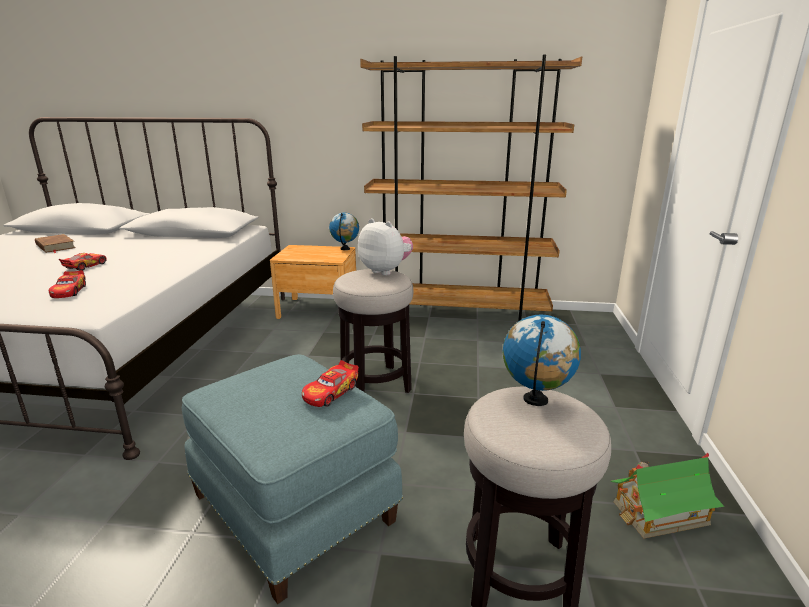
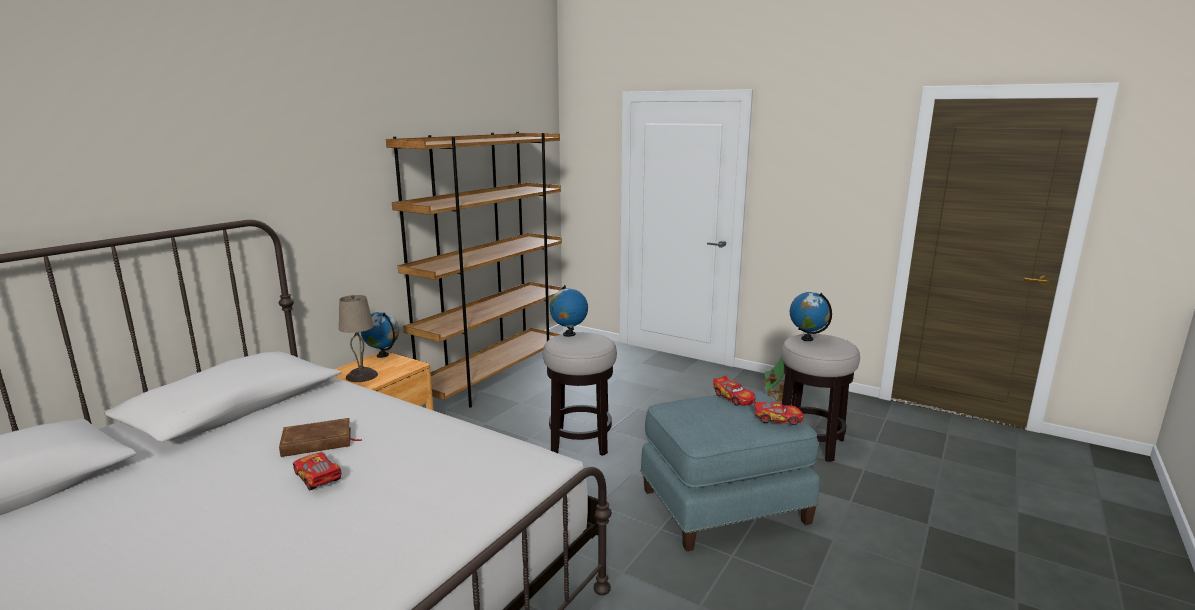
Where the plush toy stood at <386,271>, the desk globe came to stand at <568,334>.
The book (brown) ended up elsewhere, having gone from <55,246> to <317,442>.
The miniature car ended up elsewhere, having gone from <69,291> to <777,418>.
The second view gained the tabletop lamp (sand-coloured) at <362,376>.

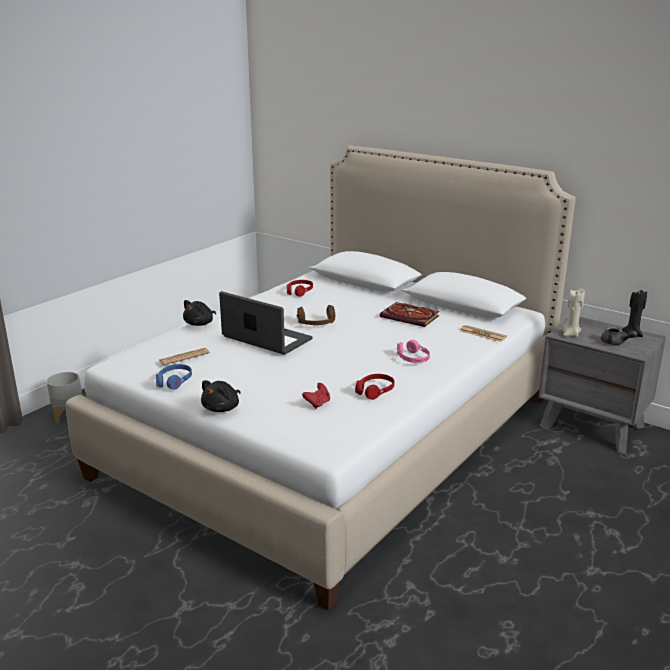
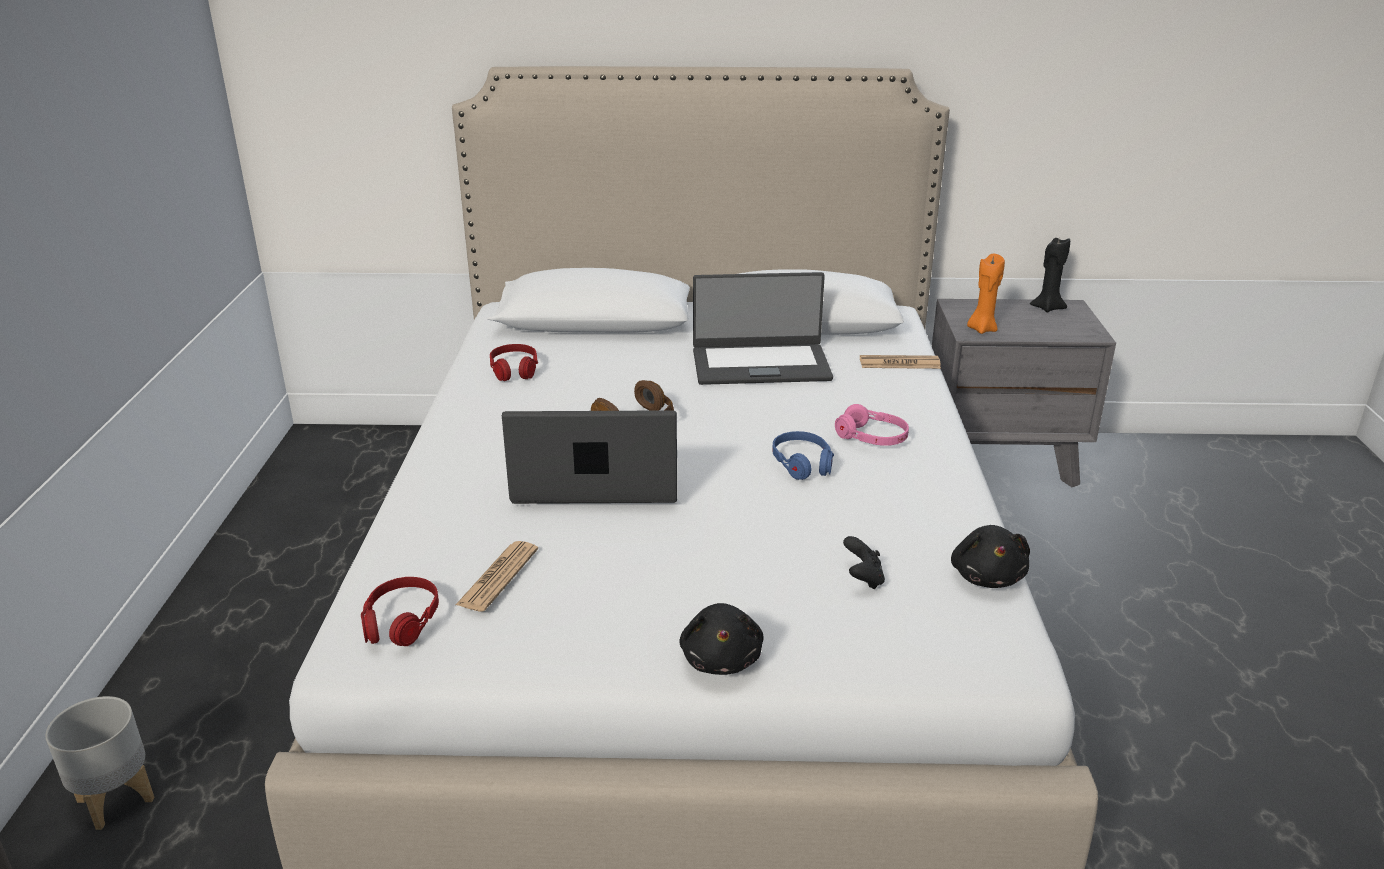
What was the wax light (sand-coloured) at <570,334> turned into the wax light (orangey) at <982,329>.
The plush toy (black) ended up elsewhere, having gone from <200,323> to <987,576>.
Where the book stood at <411,317>, the laptop came to stand at <760,364>.
The second view lost the tea pot (greyish) at <615,343>.
The headset (bluish) ended up elsewhere, having gone from <174,381> to <802,464>.
The headset (red) ended up elsewhere, having gone from <375,391> to <401,622>.
What was the joypad (red) at <317,404> turned into the joypad (black) at <863,579>.

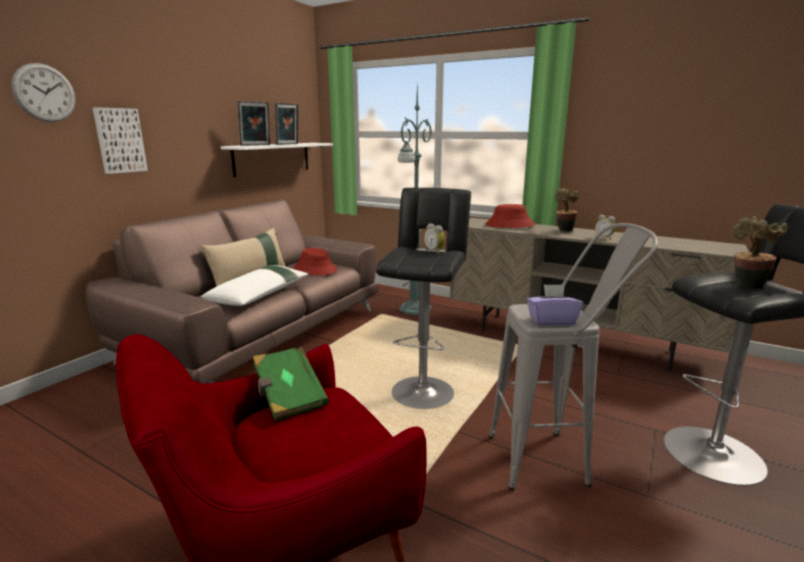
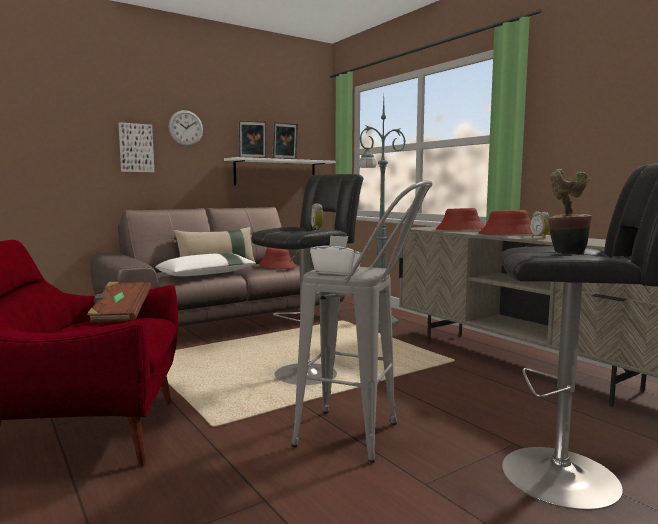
The hanging clock ended up elsewhere, having gone from <44,93> to <186,128>.
Where the plant in a pot stood at <564,231>, the wearable hat (red) came to stand at <508,234>.
What was the box of tissues (purplish) at <551,320> turned into the box of tissues (white-coloured) at <337,272>.
What was the book (greenish) at <288,397> turned into the book (brown) at <120,315>.

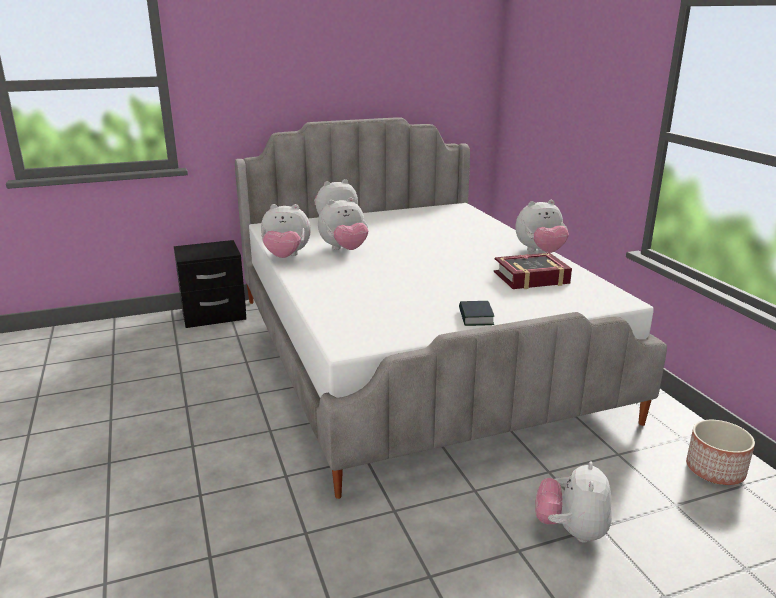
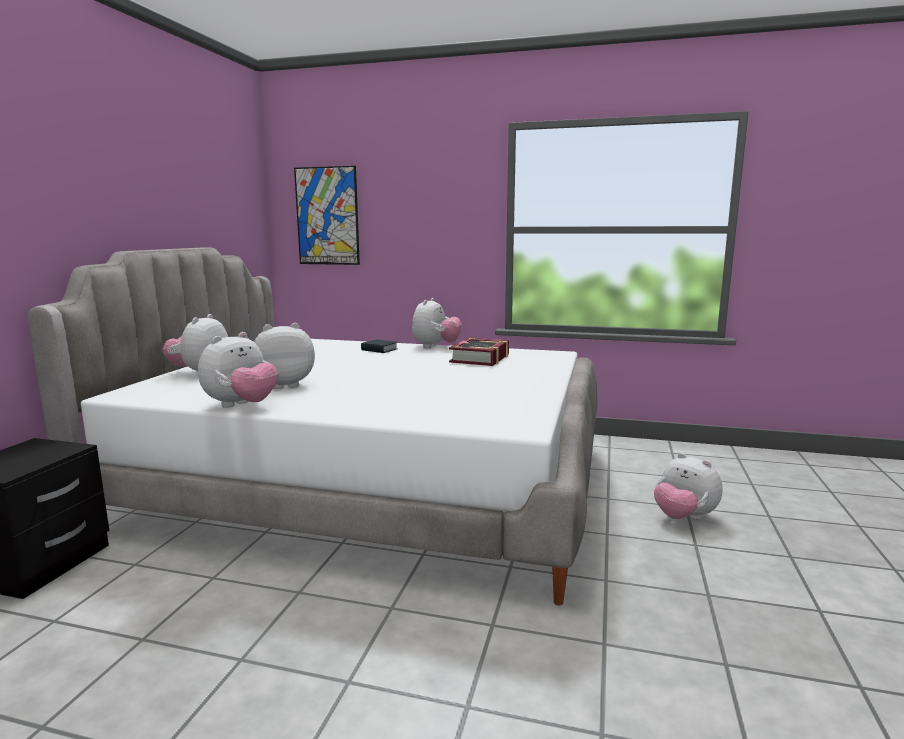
The plush toy at <344,250> ended up facing another way, 120 degrees counterclockwise from before.
The book ended up elsewhere, having gone from <475,317> to <379,350>.
The second view lost the planter at <715,471>.
The second view gained the wall picture at <327,216>.

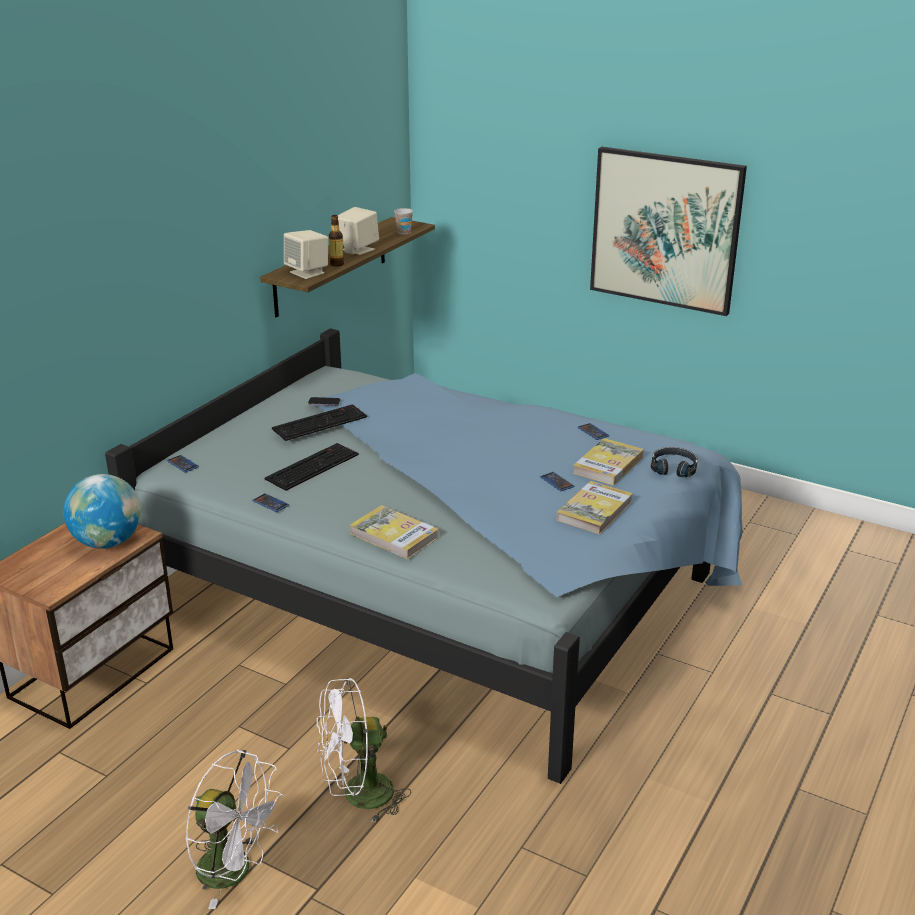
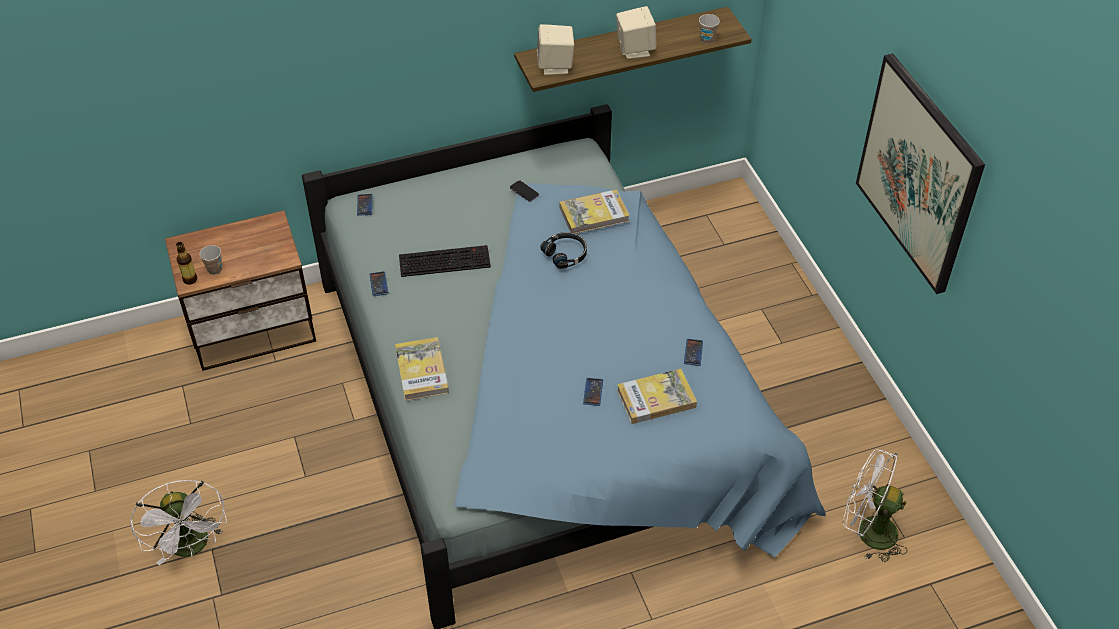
The beverage bottle ended up elsewhere, having gone from <337,264> to <190,279>.
The second view lost the computer keyboard at <320,422>.
The headset (black) ended up elsewhere, having gone from <673,468> to <566,254>.
The second view lost the desk globe at <108,542>.
The book ended up elsewhere, having gone from <594,511> to <594,214>.
The electric fan (white-coloured) ended up elsewhere, having gone from <358,796> to <867,531>.
The second view gained the small cup at <214,269>.

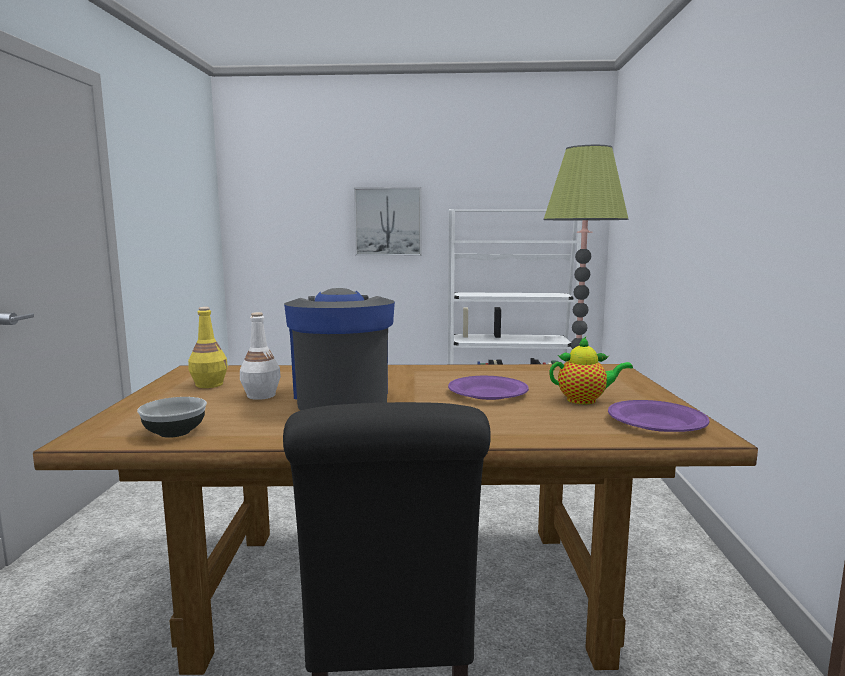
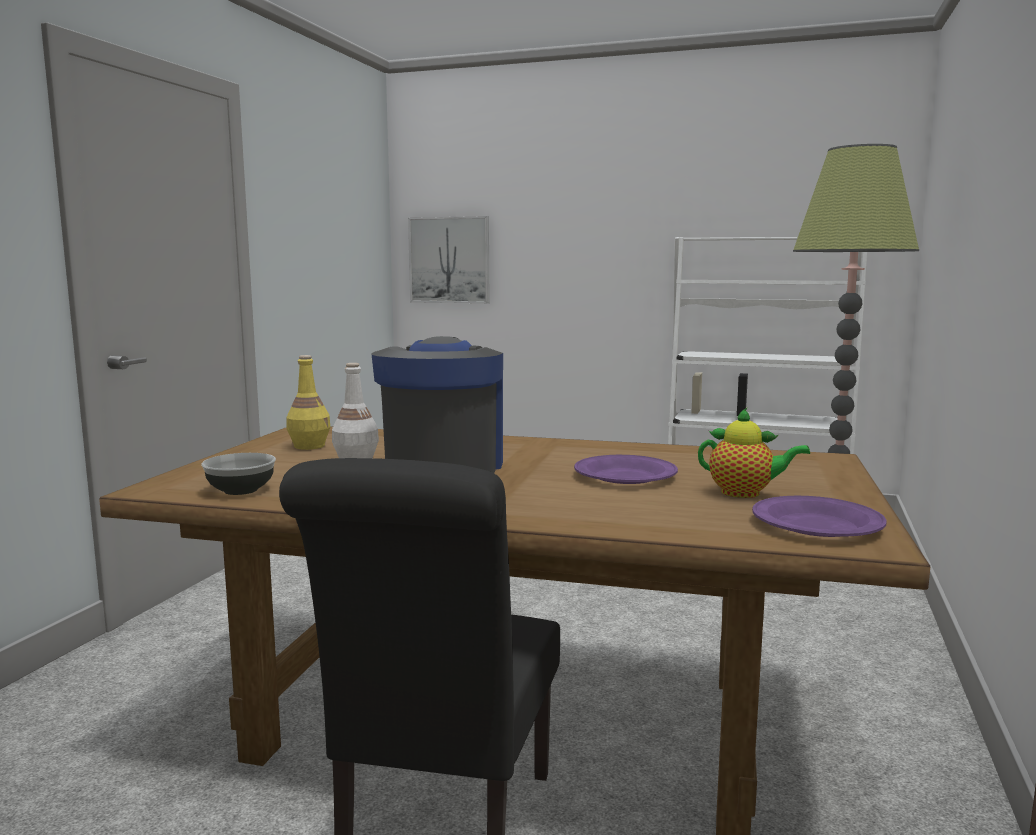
The wall picture ended up elsewhere, having gone from <388,221> to <449,260>.

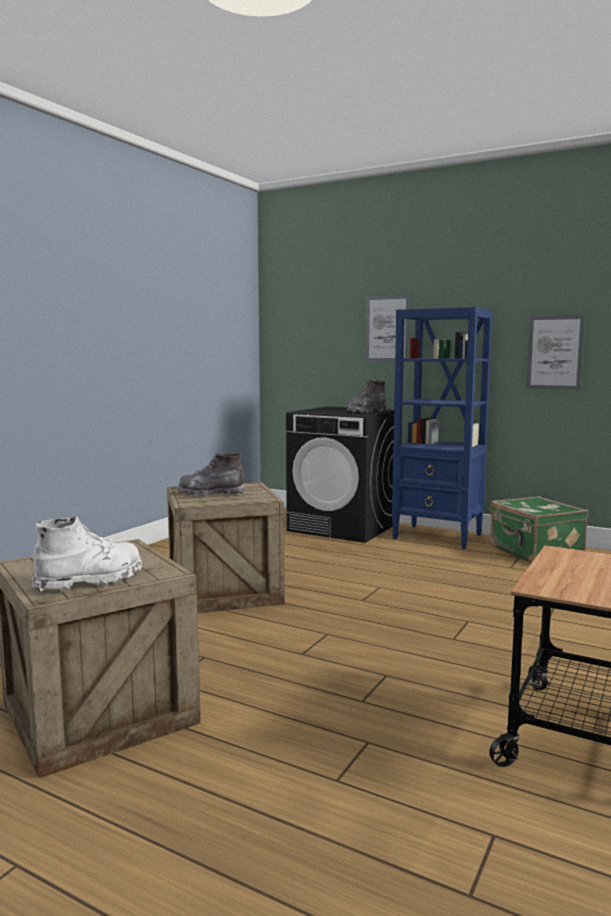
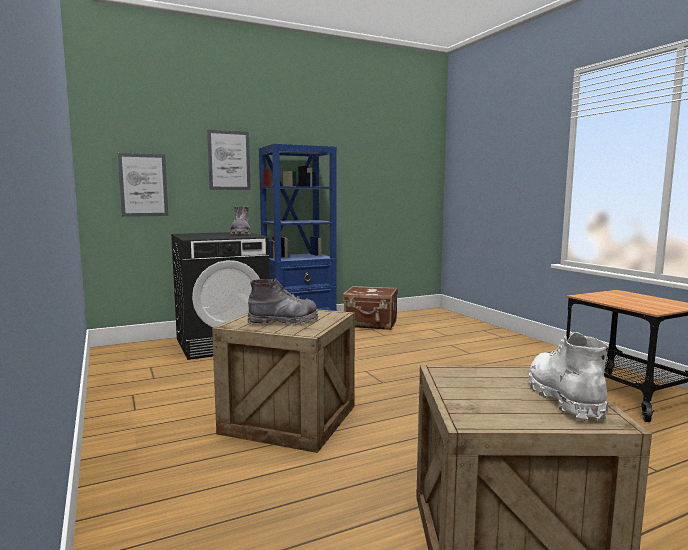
The wall picture ended up elsewhere, having gone from <555,352> to <143,185>.
The tall boot (greyish) at <211,494> ended up facing another way, 135 degrees counterclockwise from before.
What was the travel case (greenish) at <535,553> turned into the travel case (brown) at <371,324>.

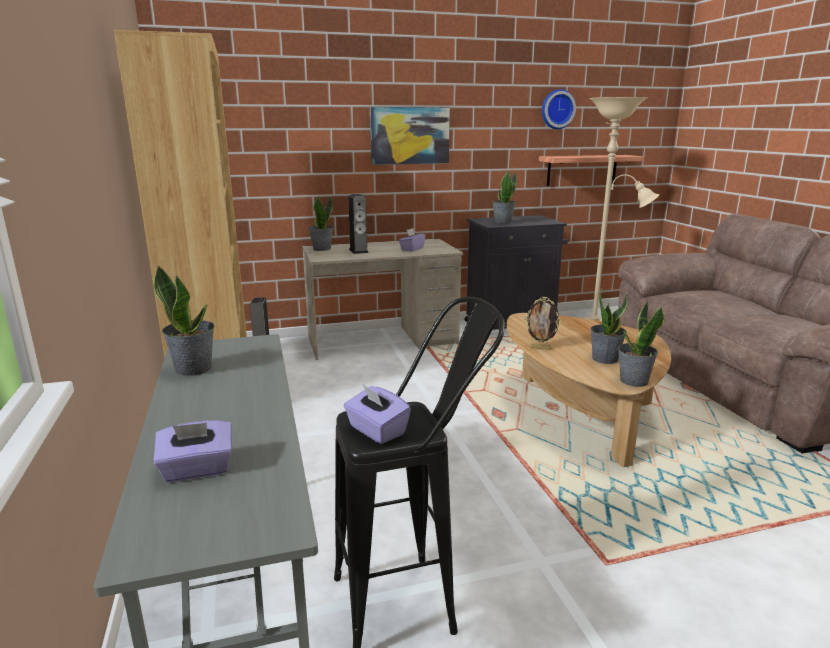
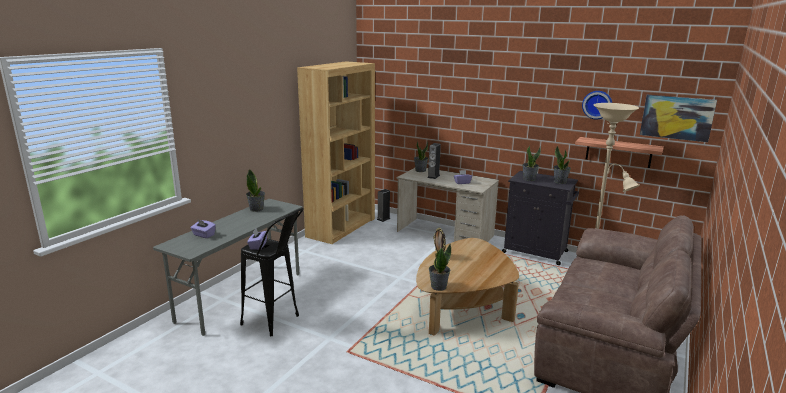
The wall picture ended up elsewhere, having gone from <409,135> to <677,117>.
The plant in a pot ended up elsewhere, having gone from <604,359> to <560,181>.

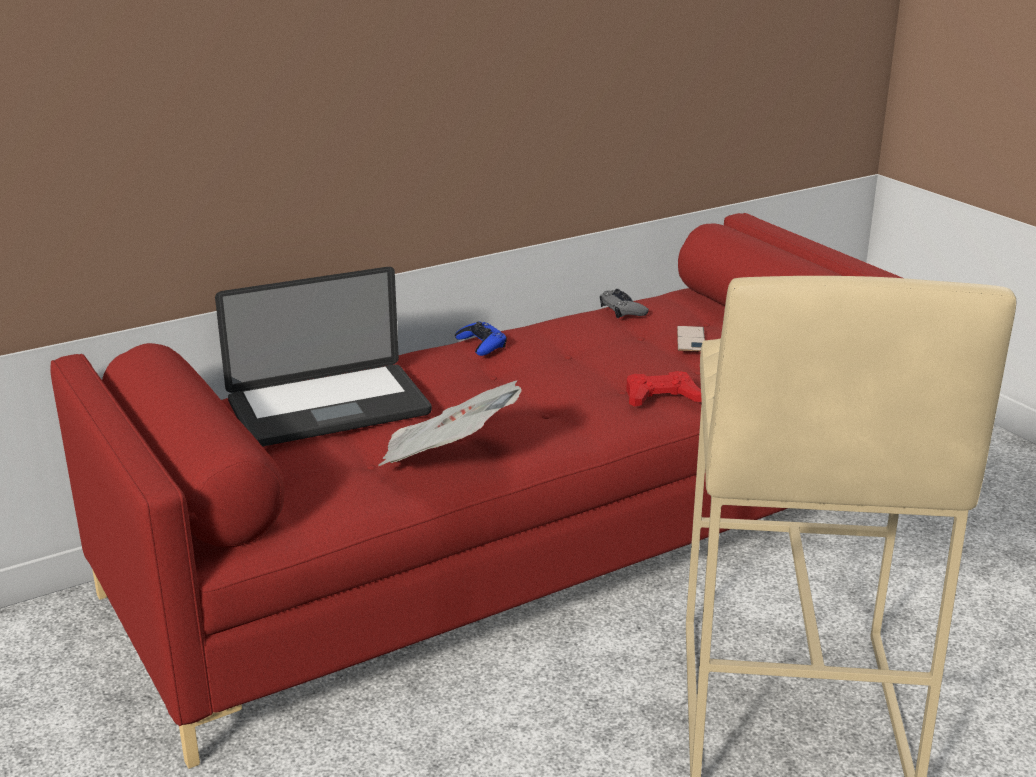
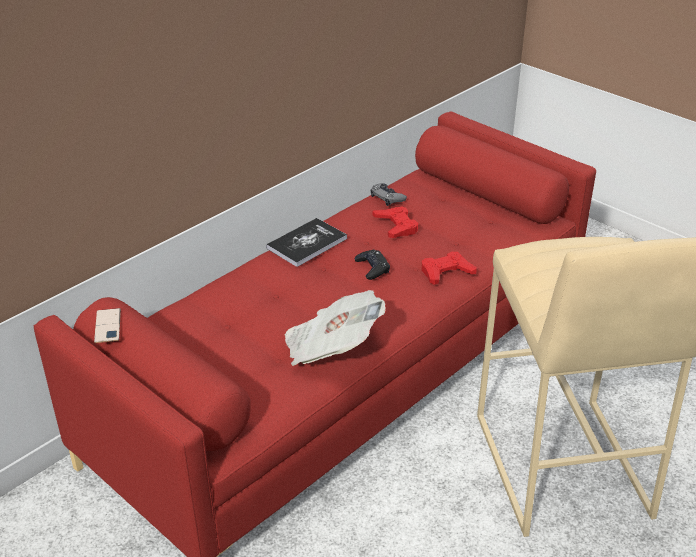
The second view lost the laptop at <329,408>.
Where the joypad (bluish) stood at <481,344>, the book came to stand at <307,243>.
The phone ended up elsewhere, having gone from <691,339> to <107,326>.
The second view gained the joypad (red) at <396,226>.
The second view gained the joypad (black) at <372,268>.

